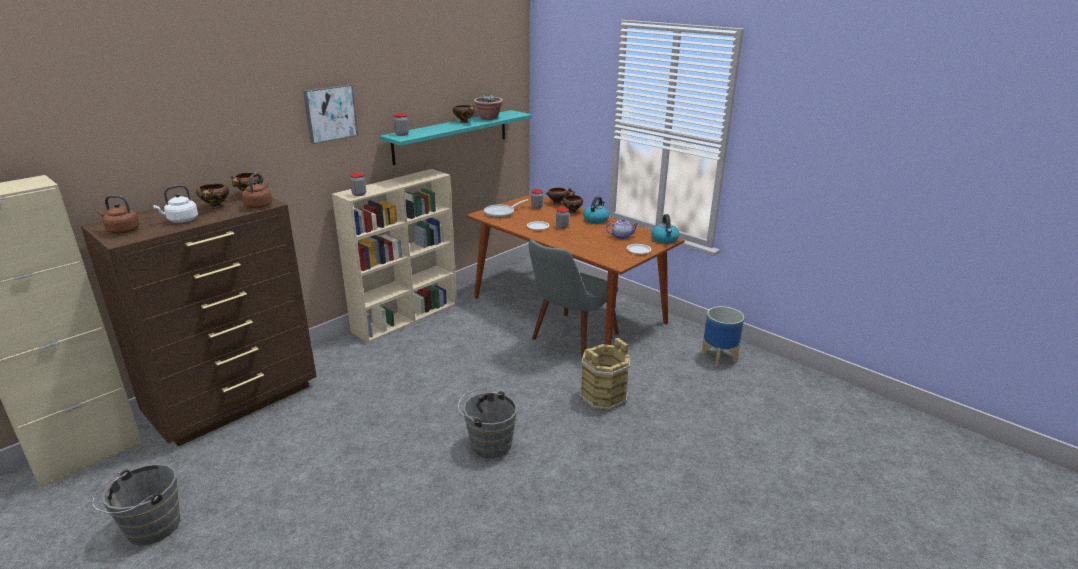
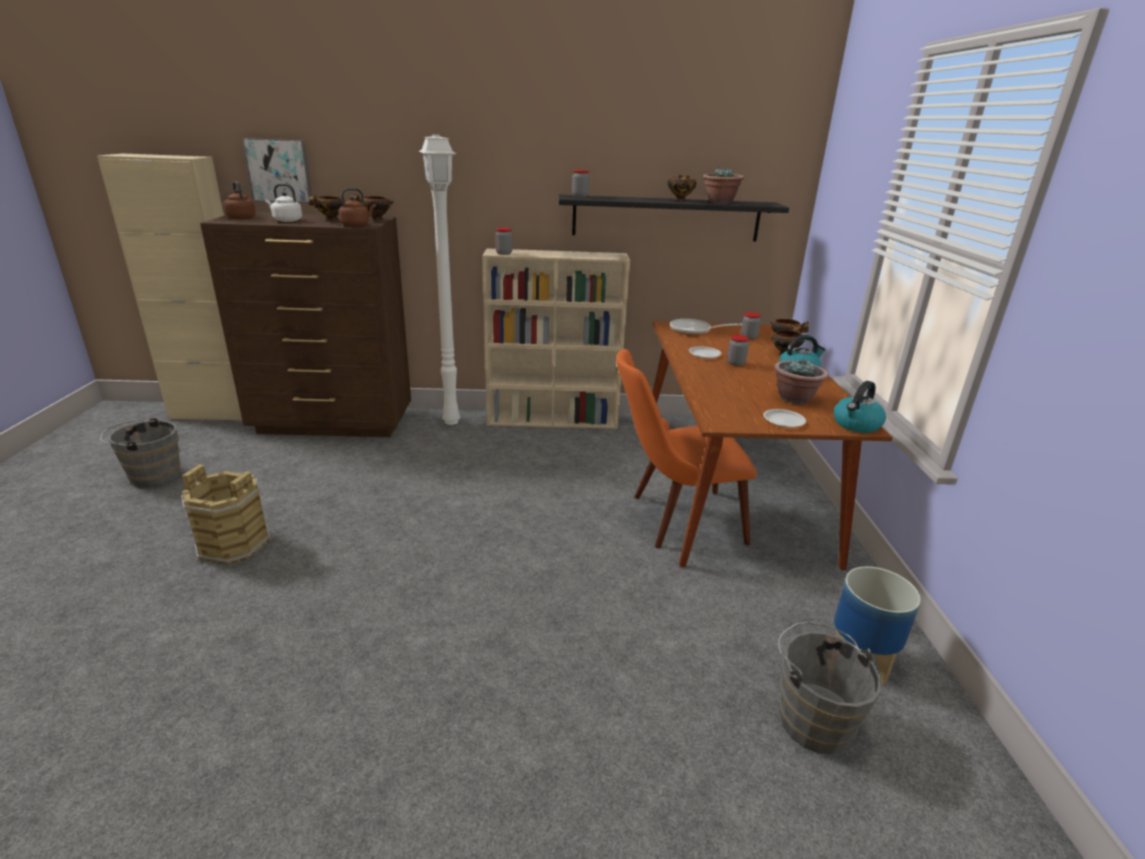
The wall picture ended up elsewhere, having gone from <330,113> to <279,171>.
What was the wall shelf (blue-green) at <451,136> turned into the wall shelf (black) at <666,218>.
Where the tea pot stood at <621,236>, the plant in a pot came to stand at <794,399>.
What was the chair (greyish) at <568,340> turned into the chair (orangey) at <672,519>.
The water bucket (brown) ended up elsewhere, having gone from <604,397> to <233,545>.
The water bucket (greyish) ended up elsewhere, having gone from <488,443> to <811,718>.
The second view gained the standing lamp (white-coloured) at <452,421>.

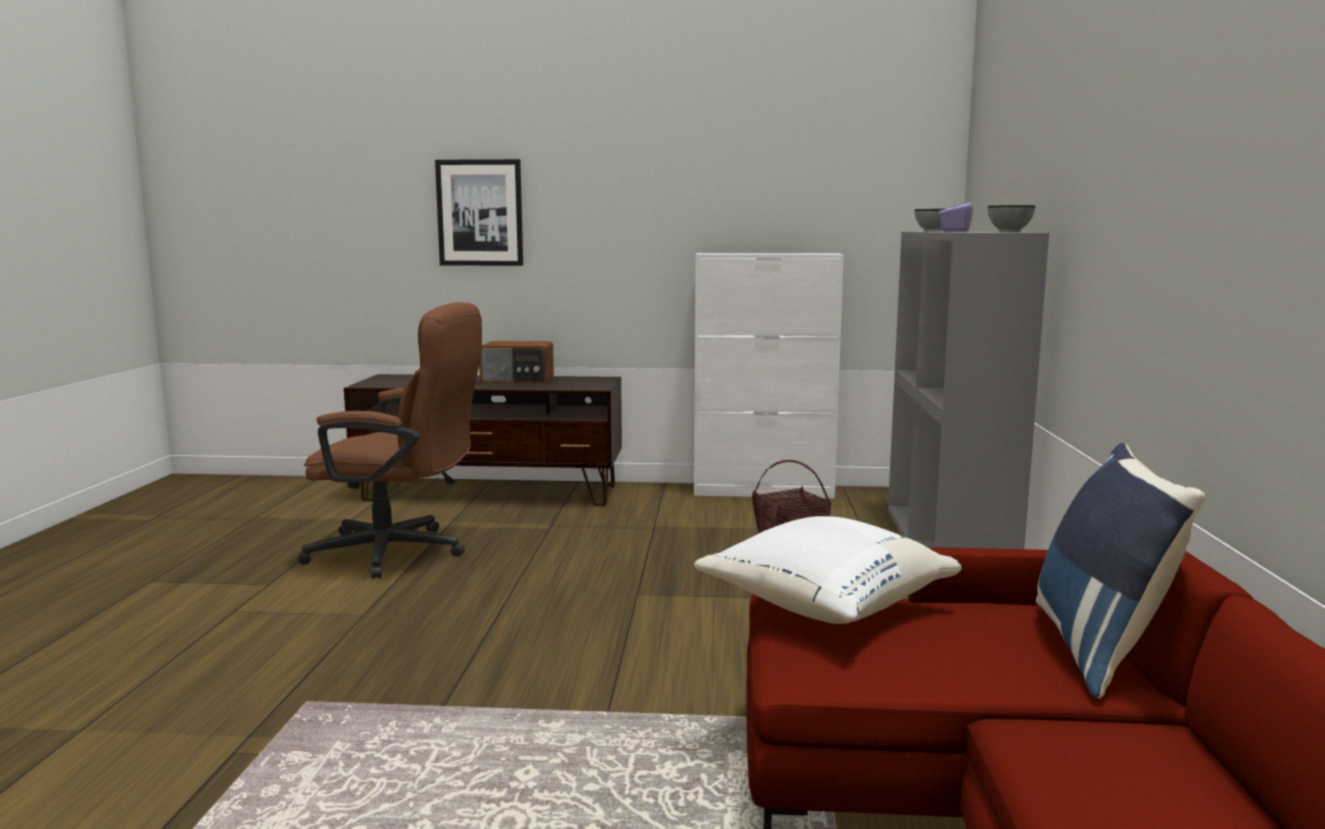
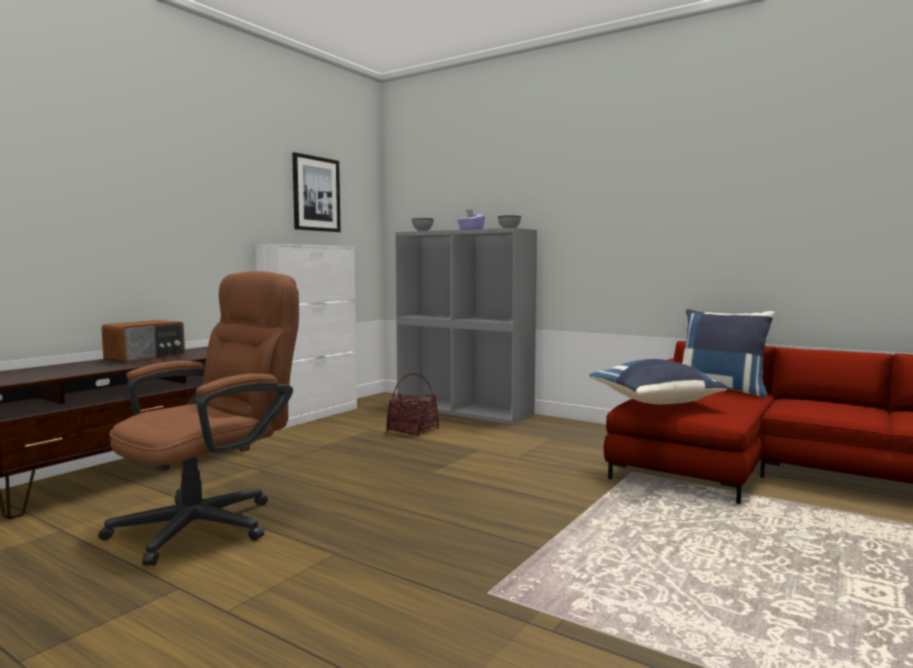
The wall picture ended up elsewhere, having gone from <480,213> to <316,194>.
What was the pillow (white-coloured) at <823,605> turned into the pillow (bluish) at <655,402>.

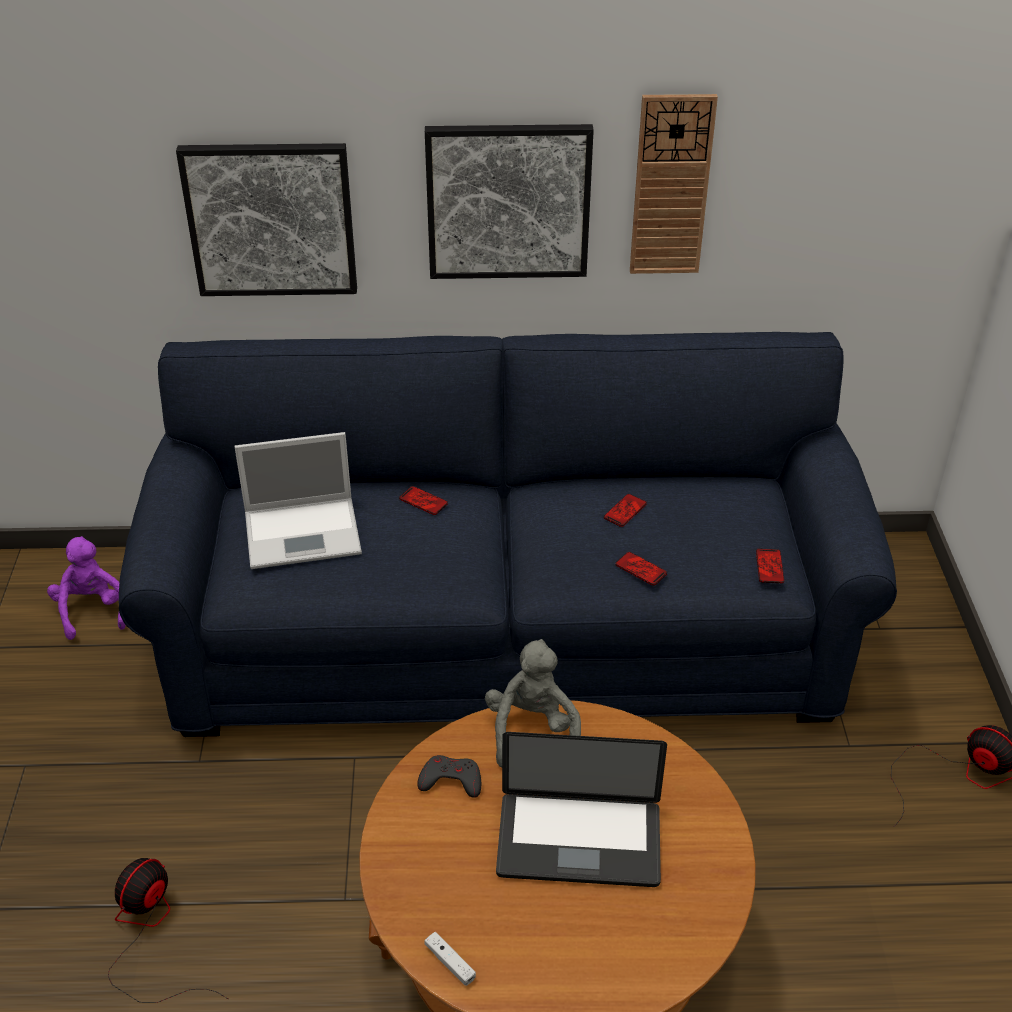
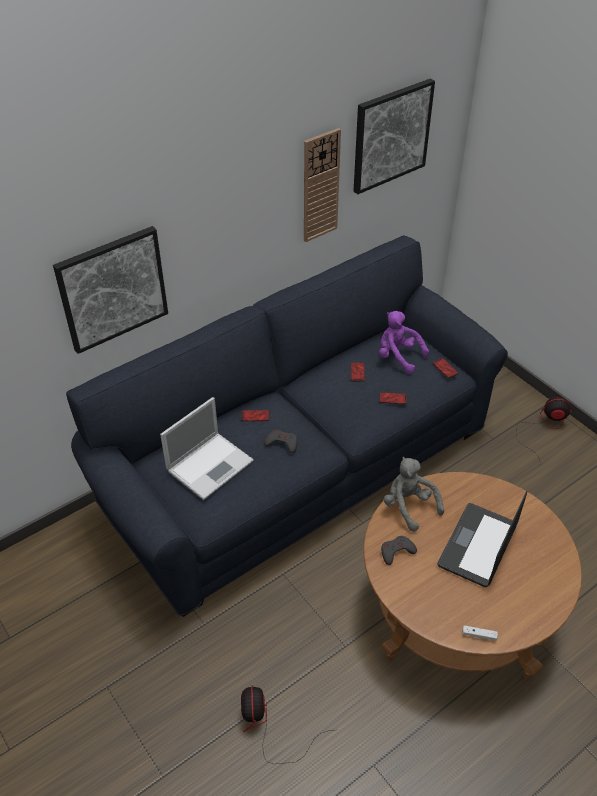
The wall picture ended up elsewhere, having gone from <508,201> to <391,135>.
The plush toy (purplish) ended up elsewhere, having gone from <92,610> to <398,356>.
The laptop at <579,841> ended up facing another way, 150 degrees clockwise from before.
The second view gained the joypad (greyish) at <282,443>.

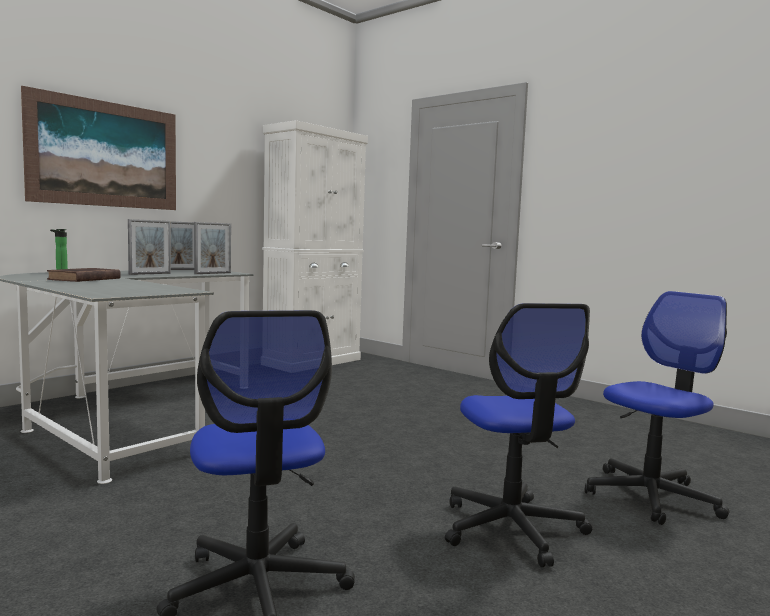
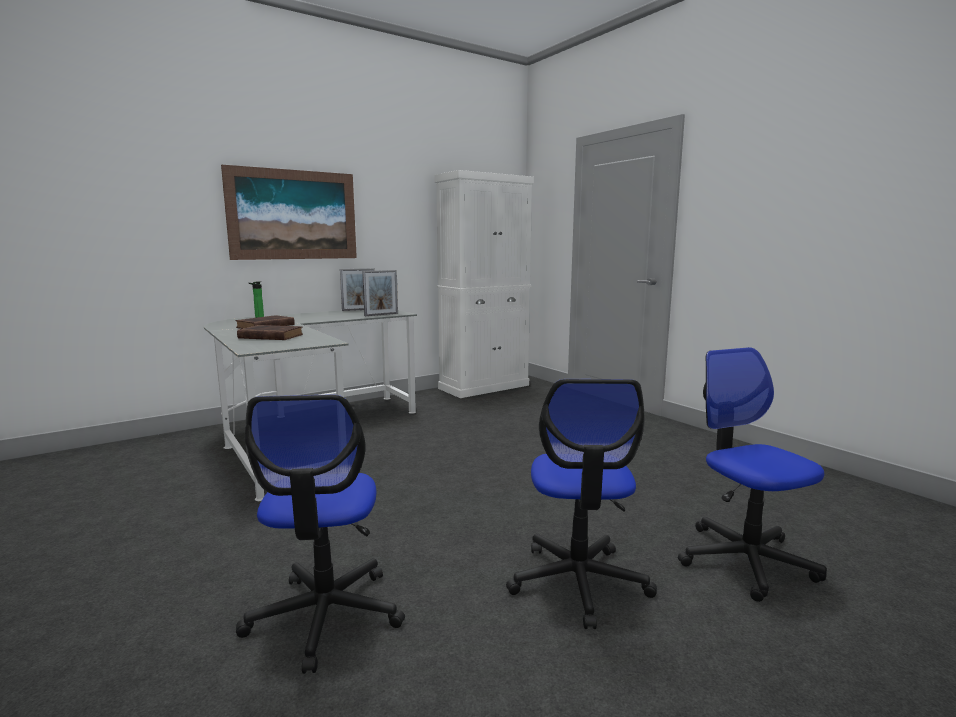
The second view lost the picture frame at <150,274>.
The desk chair at <651,496> ended up facing another way, 90 degrees counterclockwise from before.
The second view gained the book (brown) at <269,336>.

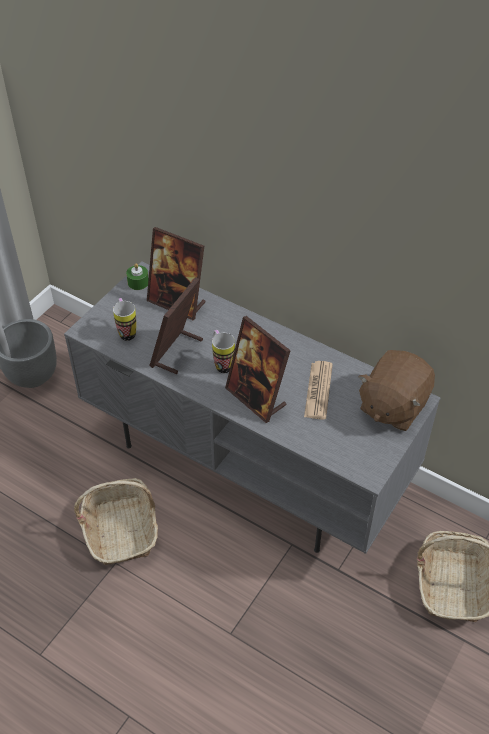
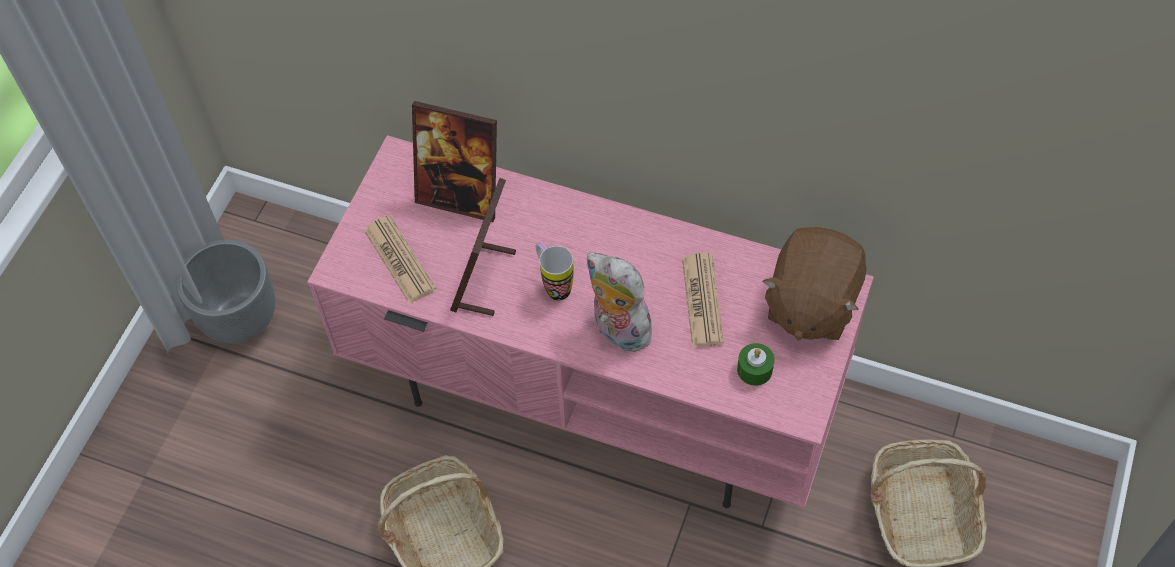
What was the media console (greyish) at <248,461> turned into the media console (pinkish) at <597,390>.
The wax light (greenish) ended up elsewhere, having gone from <138,282> to <754,370>.
Where the coffee mug stood at <126,331>, the printed paper came to stand at <399,260>.
Where the picture frame stood at <256,398>, the plush toy came to stand at <617,330>.

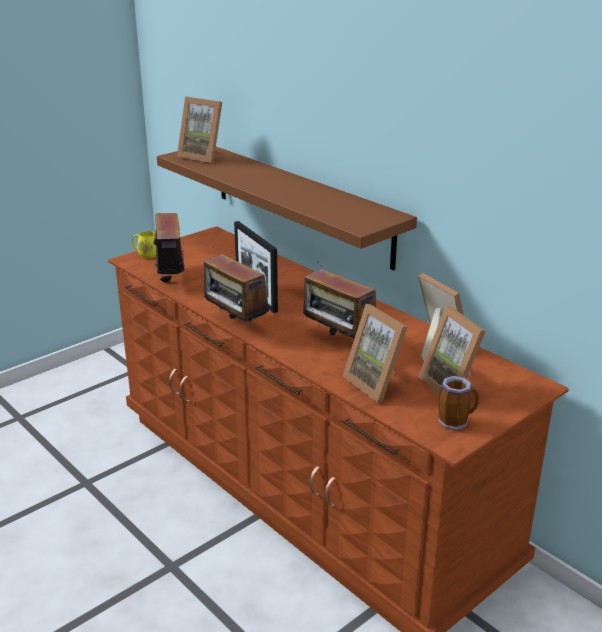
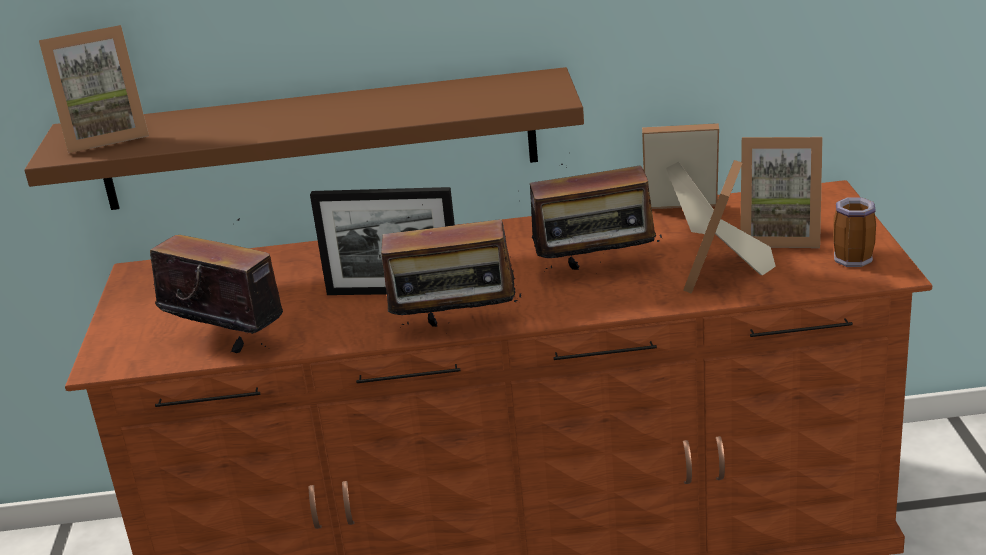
The second view lost the coffee mug (yellow-coloured) at <146,254>.
The picture frame at <378,383> ended up facing another way, 105 degrees clockwise from before.

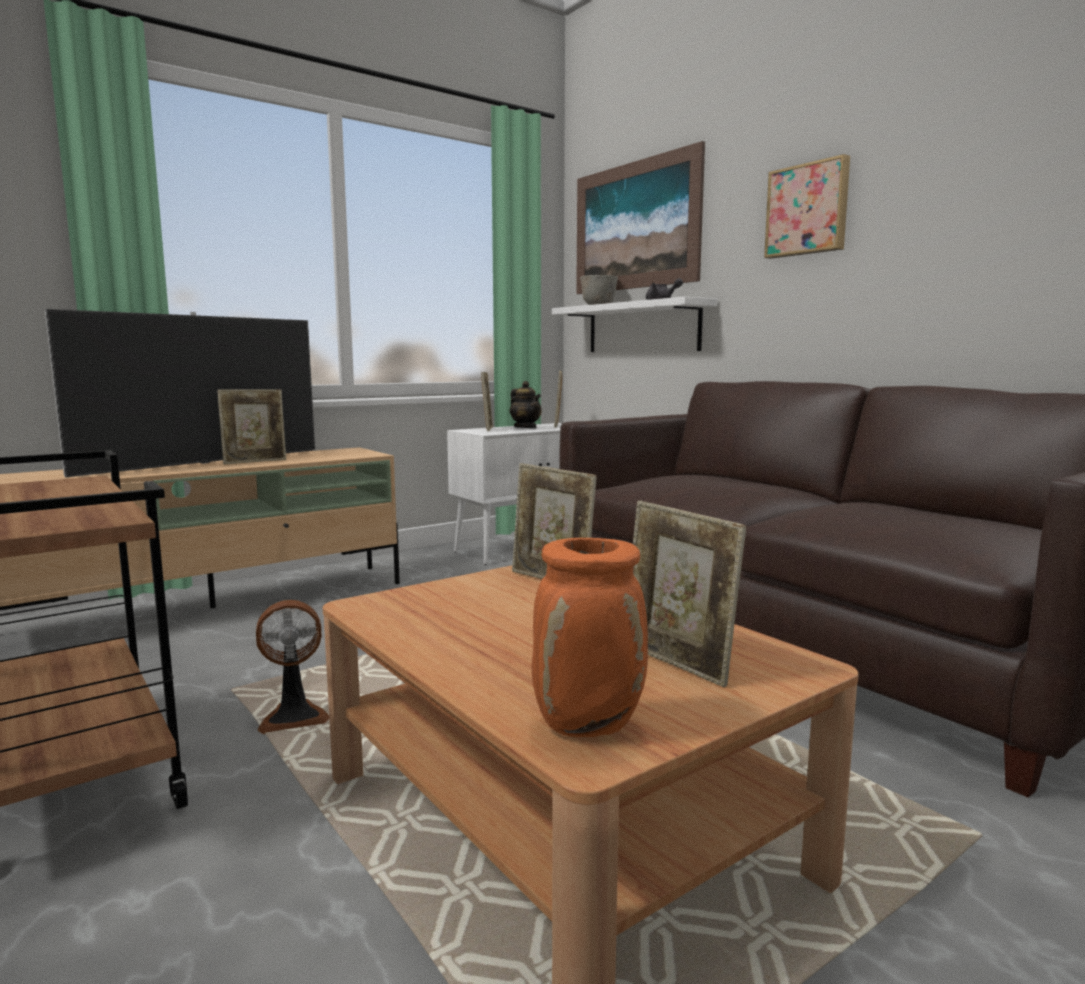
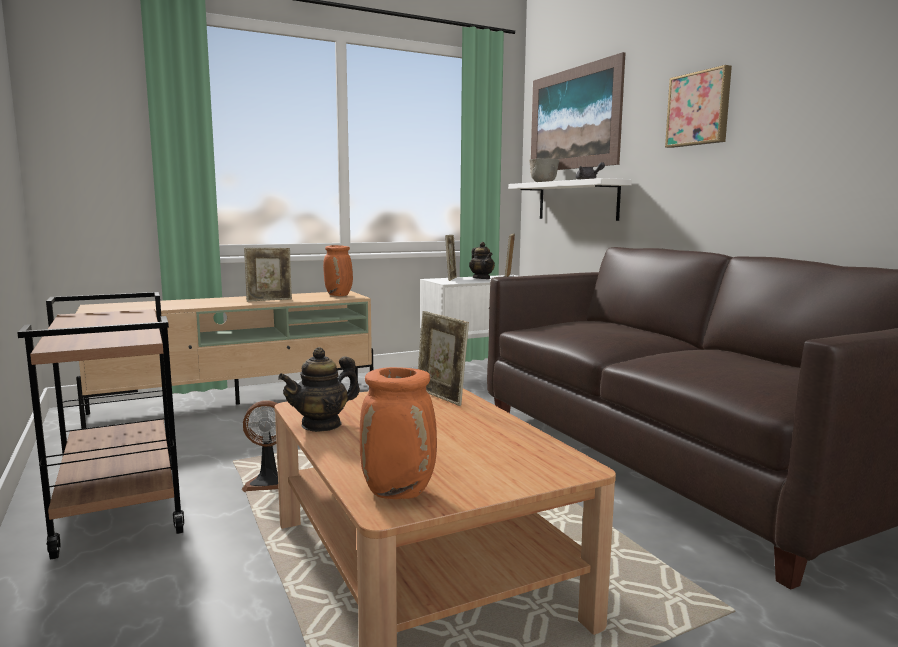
The second view lost the TV set at <204,463>.
The second view lost the picture frame at <677,664>.
The second view gained the flower vase (orangey) at <339,295>.
The second view gained the tea pot at <321,425>.

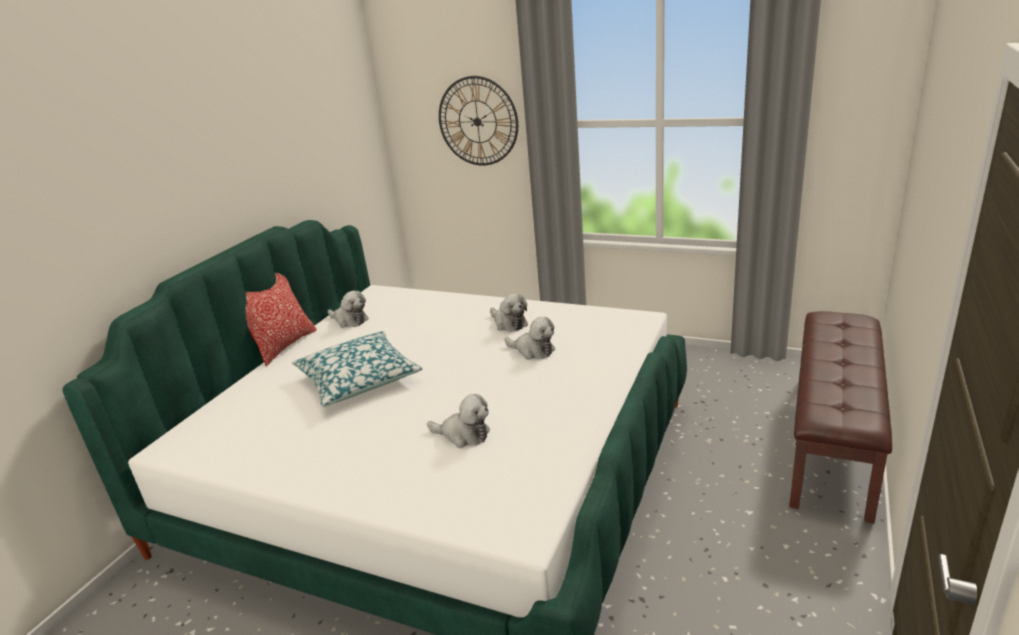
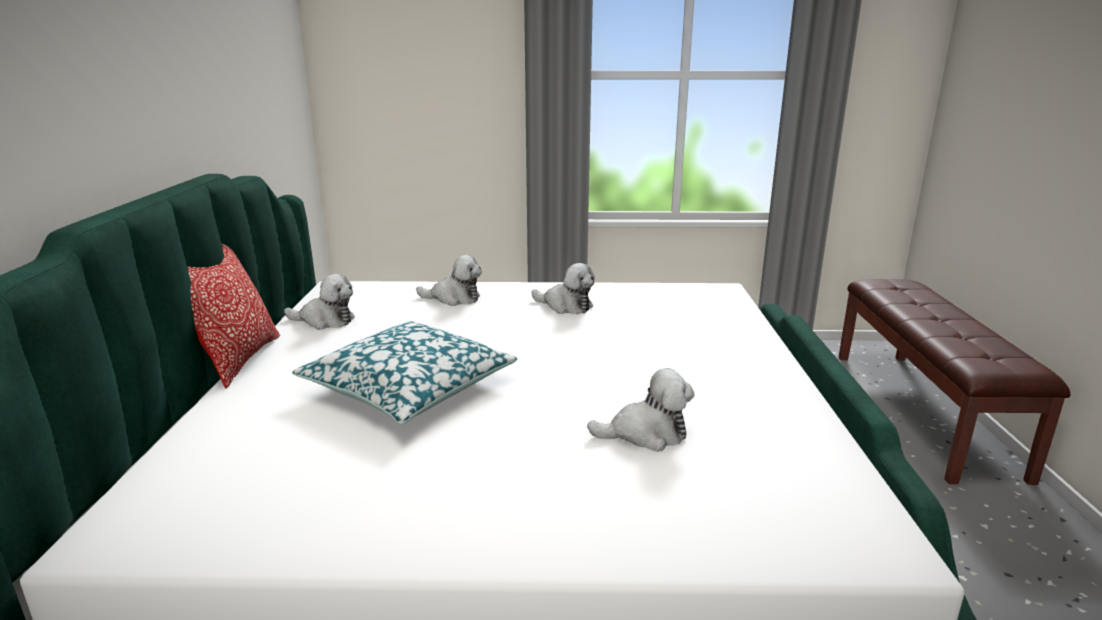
The second view lost the hanging clock at <477,121>.
The plush toy ended up elsewhere, having gone from <533,350> to <454,298>.

